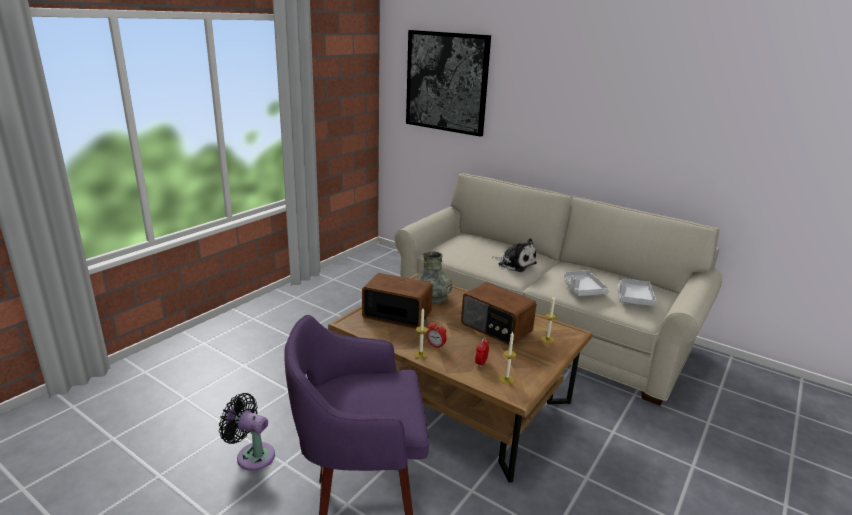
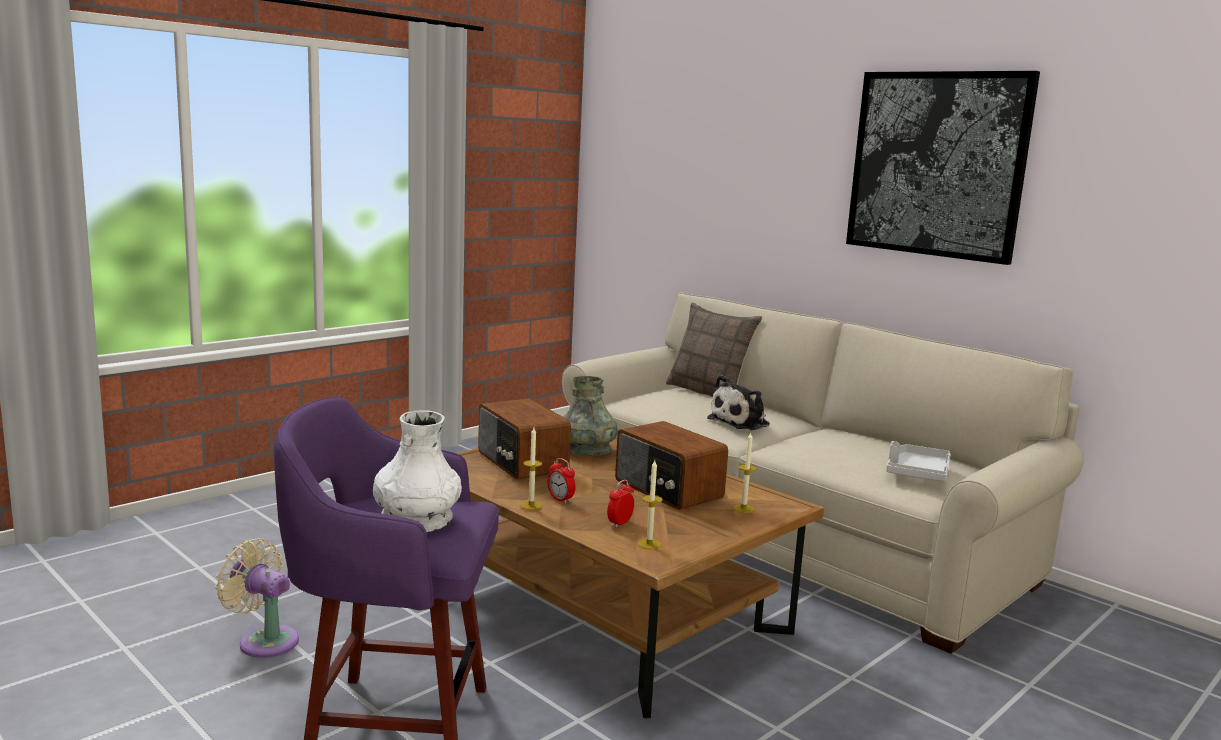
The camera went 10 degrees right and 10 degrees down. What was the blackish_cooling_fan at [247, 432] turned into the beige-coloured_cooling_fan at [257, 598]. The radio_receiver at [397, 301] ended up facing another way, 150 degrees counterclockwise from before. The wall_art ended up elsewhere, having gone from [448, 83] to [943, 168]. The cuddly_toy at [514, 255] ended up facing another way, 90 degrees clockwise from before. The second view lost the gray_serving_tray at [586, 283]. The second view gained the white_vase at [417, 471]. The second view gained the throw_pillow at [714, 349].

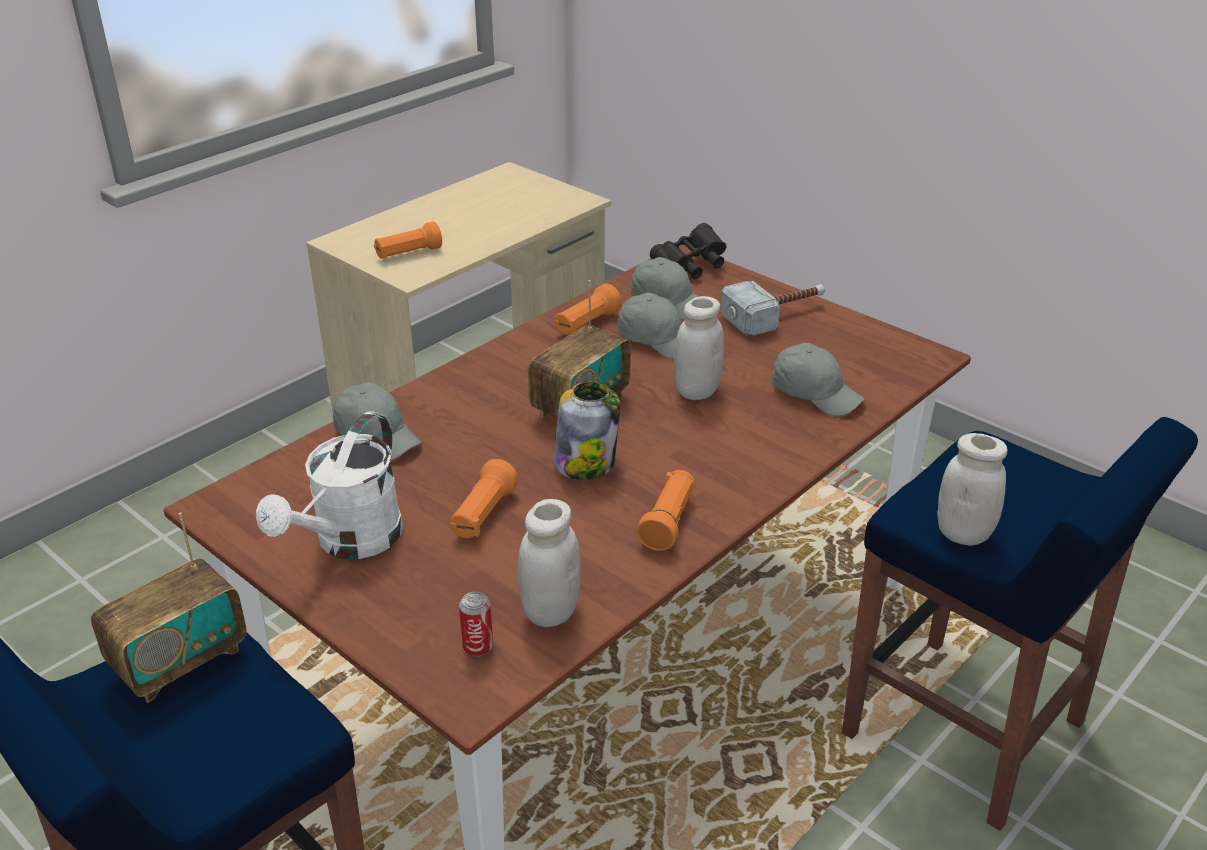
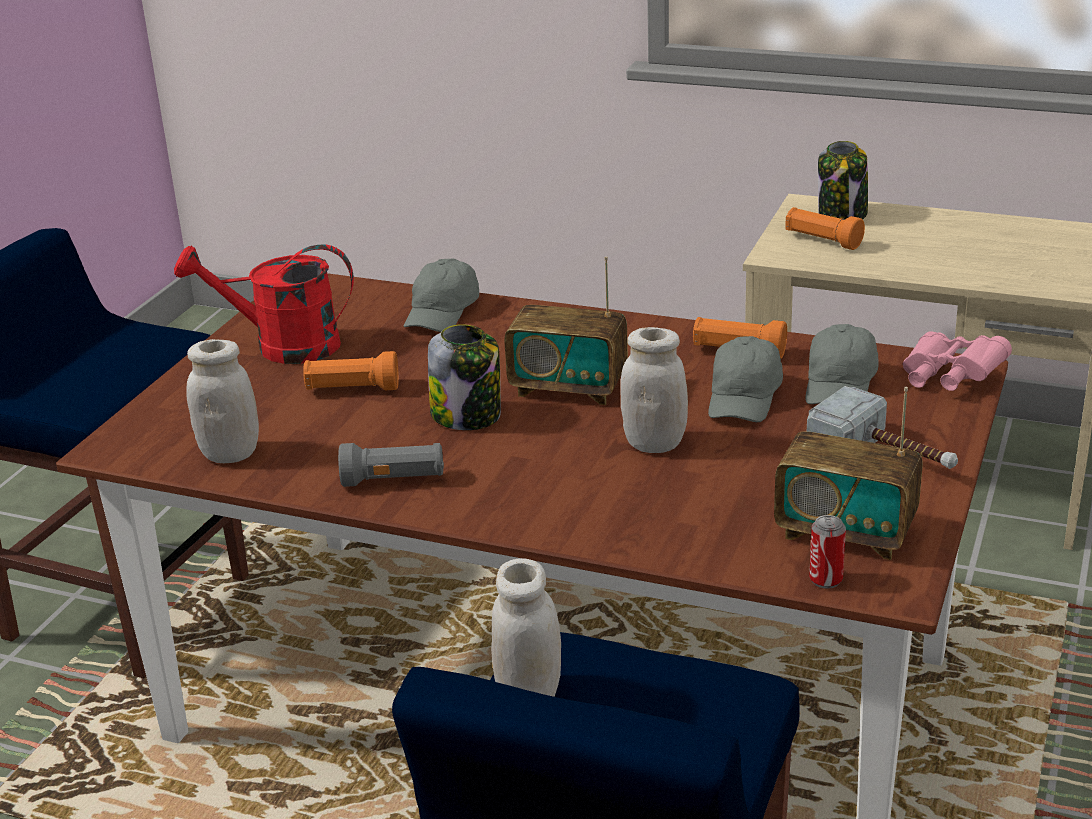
The camera went 70 degrees right and 5 degrees down. The radio_receiver ended up elsewhere, having gone from [169, 607] to [848, 473]. What was the white_watering_can at [329, 485] turned into the reddish_watering_can at [264, 304]. The metal_can ended up elsewhere, having gone from [476, 624] to [827, 552]. What was the orangey_hand_torch at [666, 510] turned into the gray_hand_torch at [391, 465]. What was the blackish_binoculars at [688, 251] turned into the pink-coloured_binoculars at [957, 361]. The second view lost the gray_cap at [818, 379]. The second view gained the preserve_jar at [843, 180].

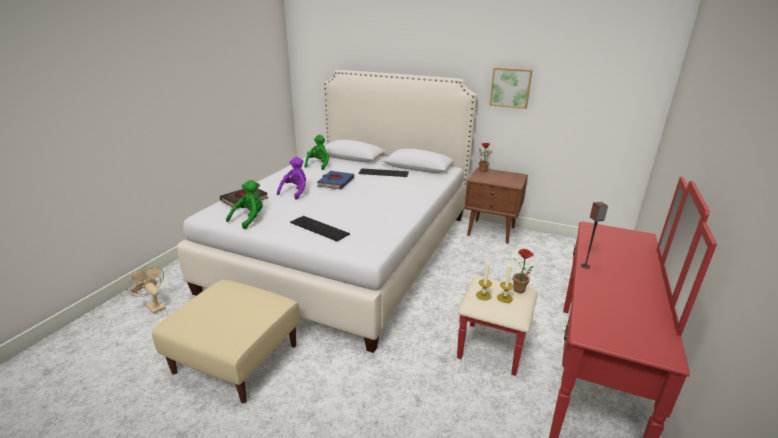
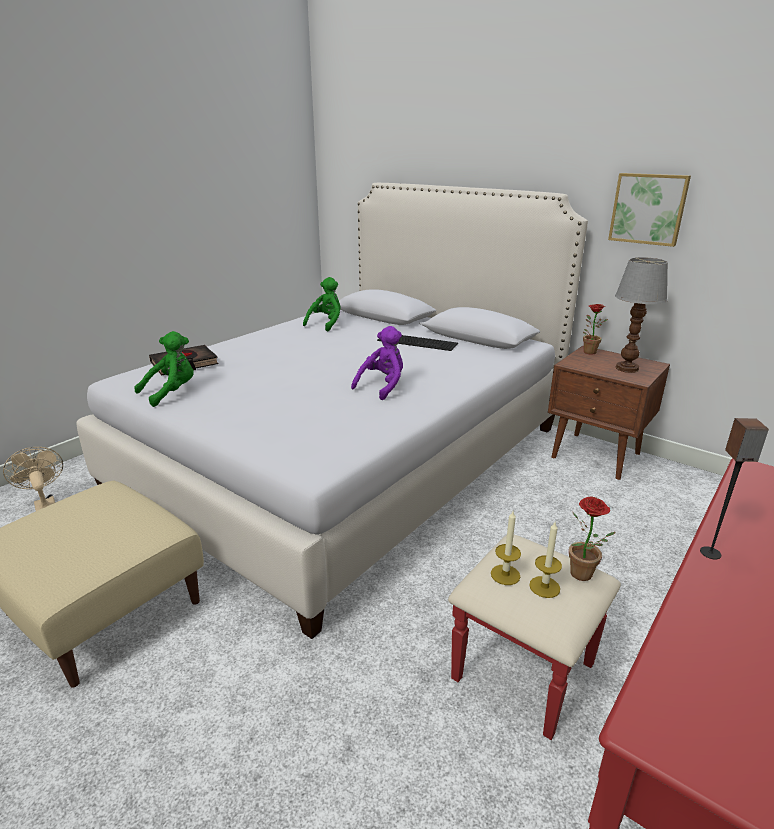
The camera went 15 degrees right and 0 degrees up. The purple_cuddly_toy ended up elsewhere, having gone from [291, 178] to [377, 363]. The second view lost the computer_keyboard at [320, 228]. The second view lost the blue_volume at [335, 180]. The second view gained the tabletop_lamp at [641, 315].

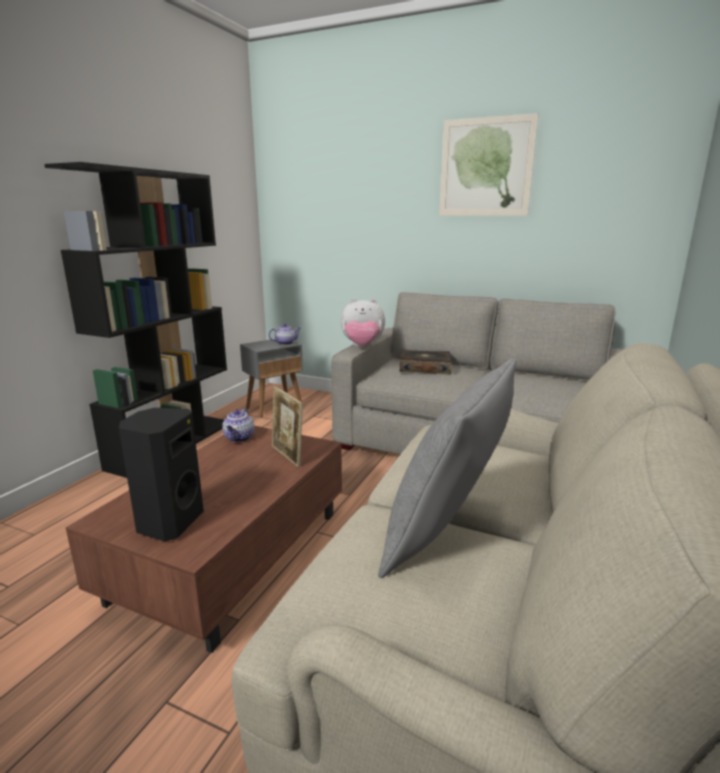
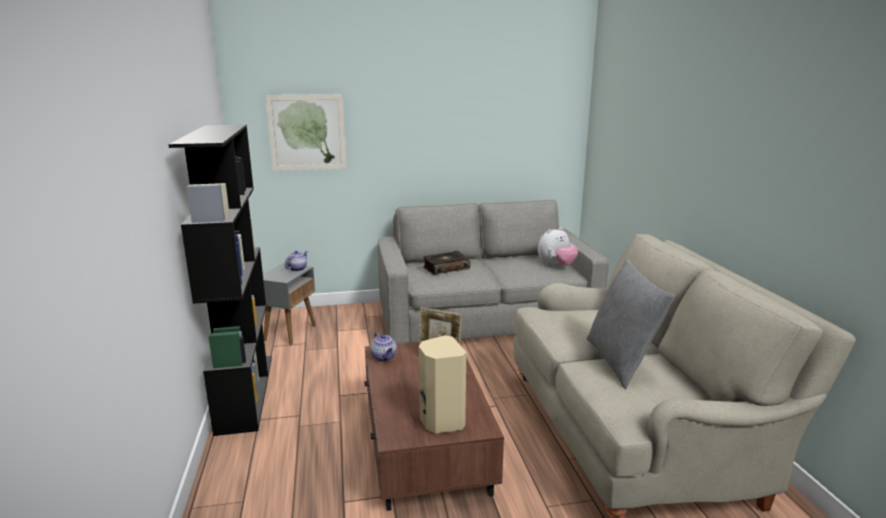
The camera went 35 degrees left and 0 degrees up. What was the blackish_audio_speaker at [161, 474] turned into the beige-coloured_audio_speaker at [442, 384]. The cuddly_toy ended up elsewhere, having gone from [363, 322] to [558, 246]. The wall_art ended up elsewhere, having gone from [489, 164] to [306, 132].

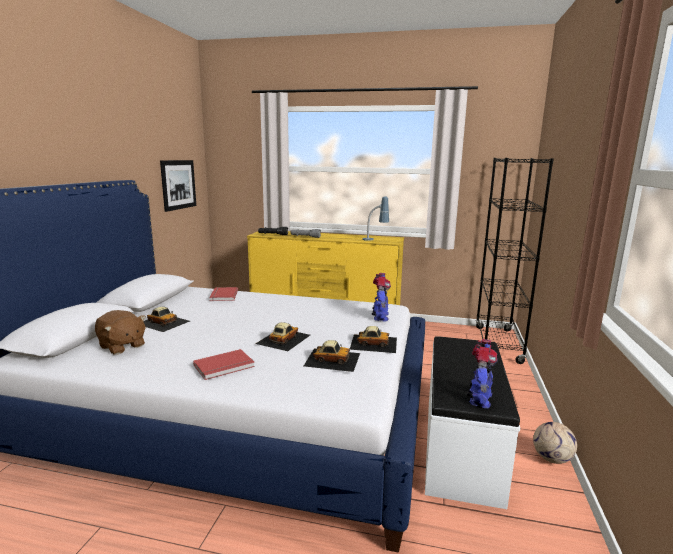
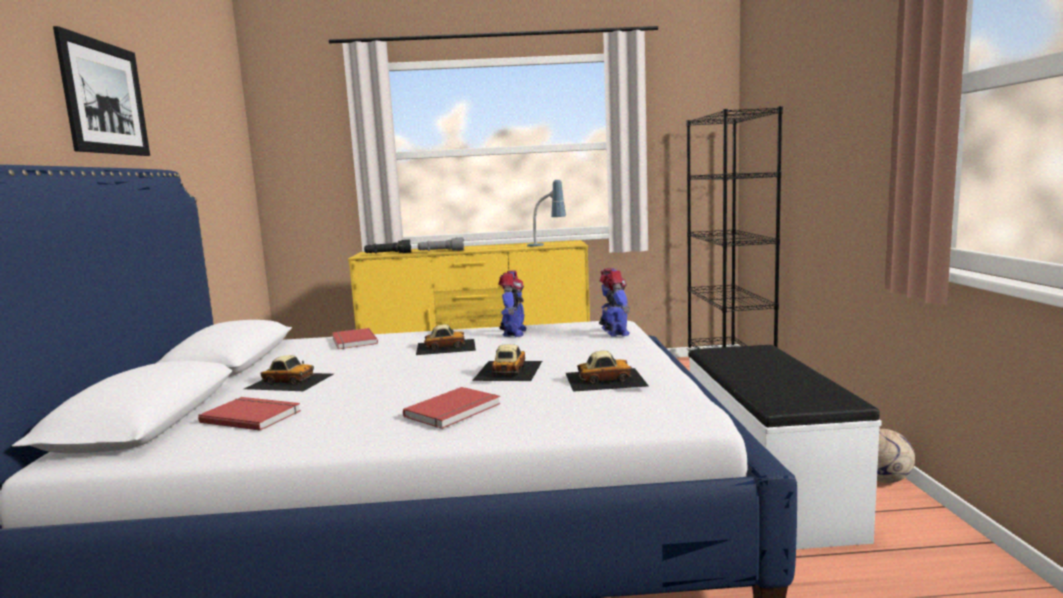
The camera went 15 degrees left and 5 degrees down. Where the brown-coloured_cuddly_toy stood at [120, 332], the reddish_volume came to stand at [249, 414]. The wall_art ended up elsewhere, having gone from [178, 186] to [101, 91]. The miniature_car ended up elsewhere, having gone from [373, 339] to [446, 339]. The robot_figure ended up elsewhere, having gone from [482, 373] to [512, 303].

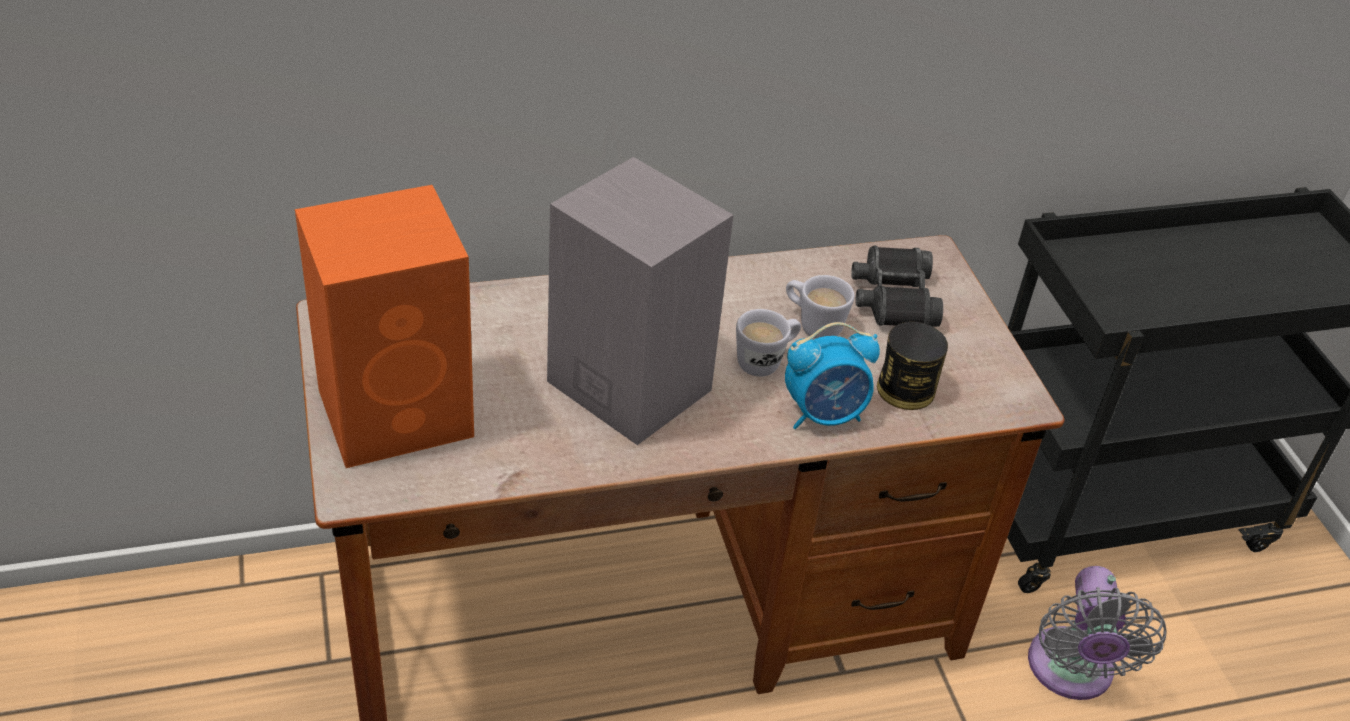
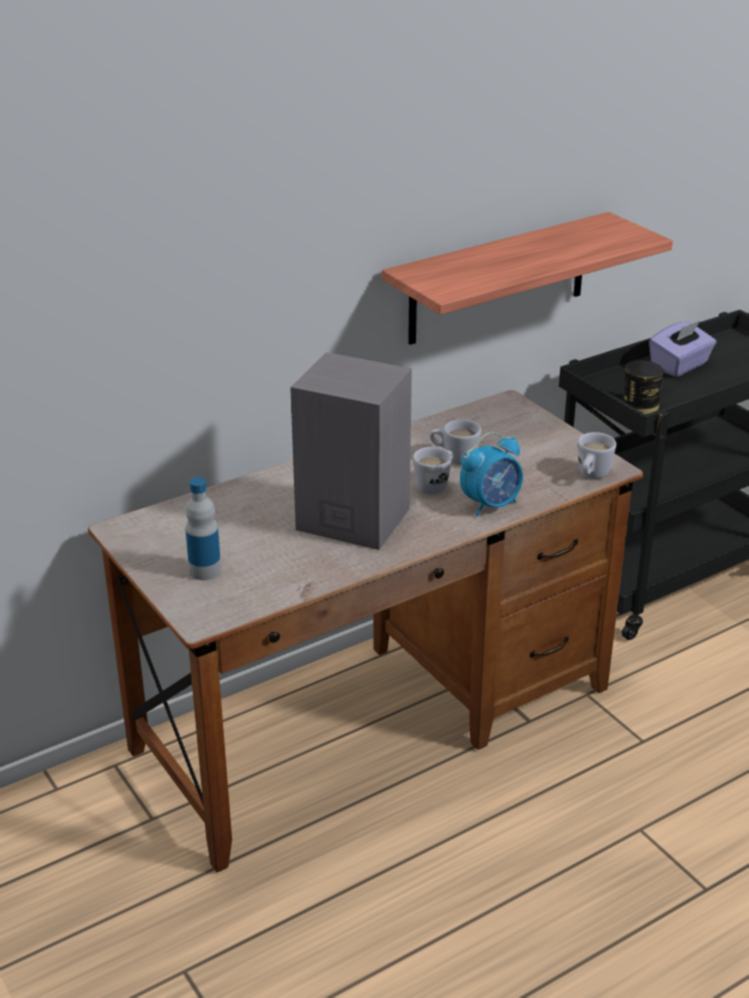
The camera went 15 degrees left and 10 degrees down. Where the orangey_audio_speaker stood at [384, 326], the drink_bottle came to stand at [203, 528]. The second view lost the blackish_binoculars at [897, 286]. The metal_can ended up elsewhere, having gone from [912, 366] to [643, 387]. The second view lost the gray_cooling_fan at [1097, 633]. The second view gained the bracket_shelf at [527, 278]. The second view gained the white_mug at [597, 455]. The second view gained the purple_tissue_holder at [682, 349].

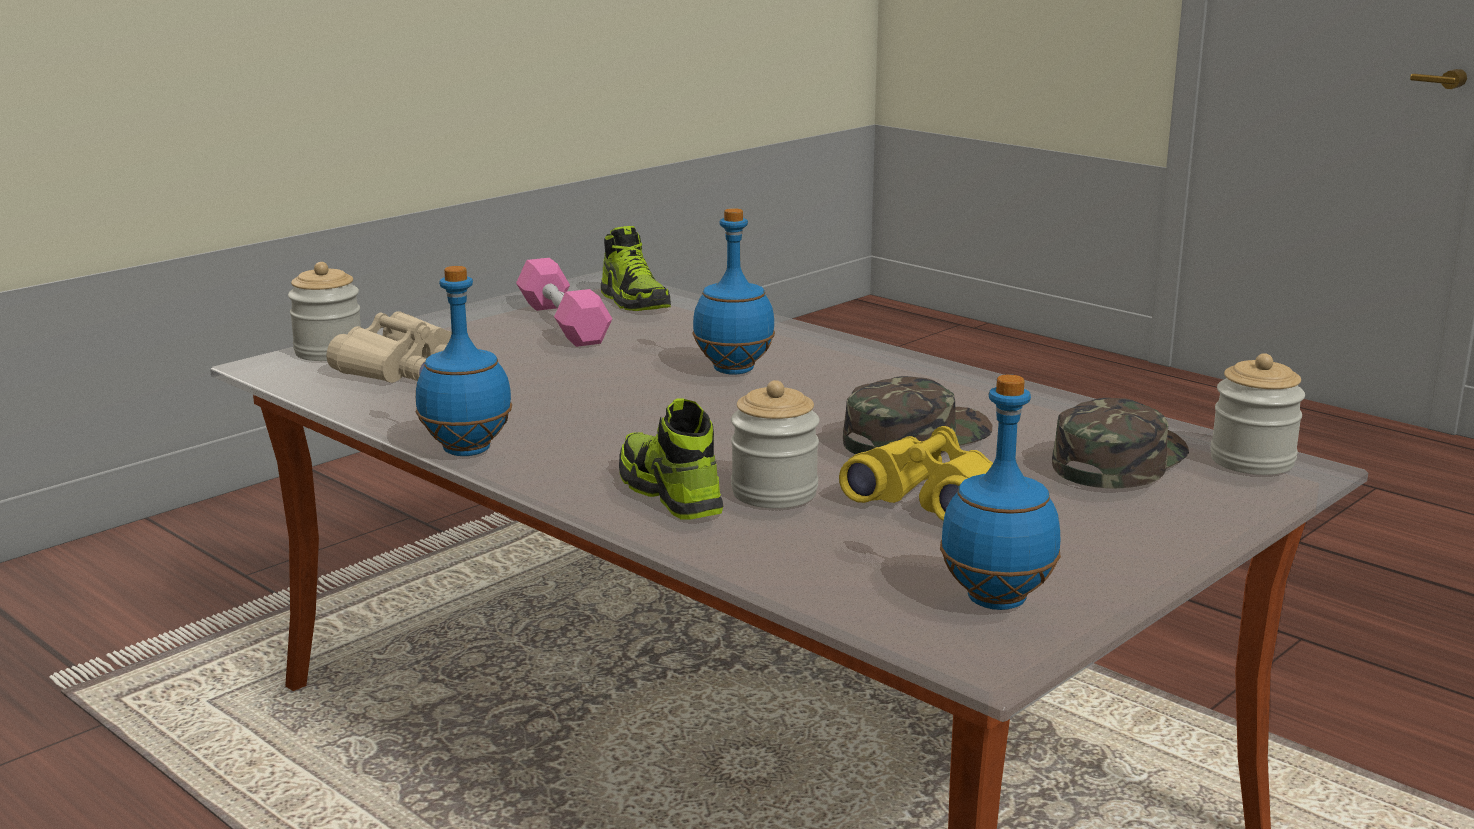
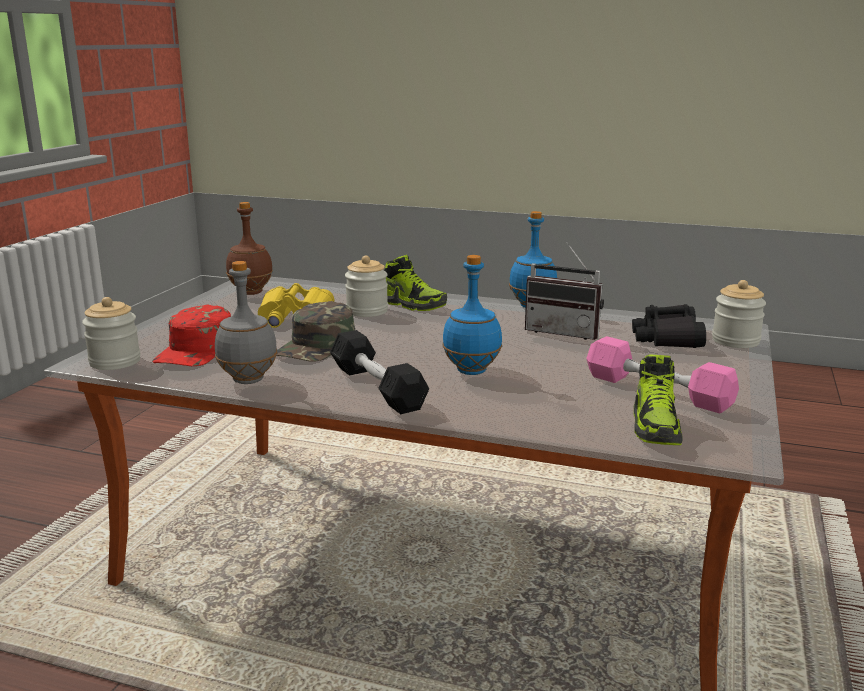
The camera went 155 degrees right and 0 degrees up. What was the beige-coloured_binoculars at [389, 347] turned into the blackish_binoculars at [669, 326]. The shoe at [636, 268] ended up facing another way, 120 degrees counterclockwise from before. What was the blue_drink_bottle at [1000, 492] turned into the brown-coloured_drink_bottle at [249, 248]. What was the greenish_cap at [1120, 443] turned into the reddish_cap at [191, 335]. The second view gained the gray_drink_bottle at [246, 322]. The second view gained the blackish_free_weight at [379, 372]. The second view gained the radio_receiver at [564, 291].

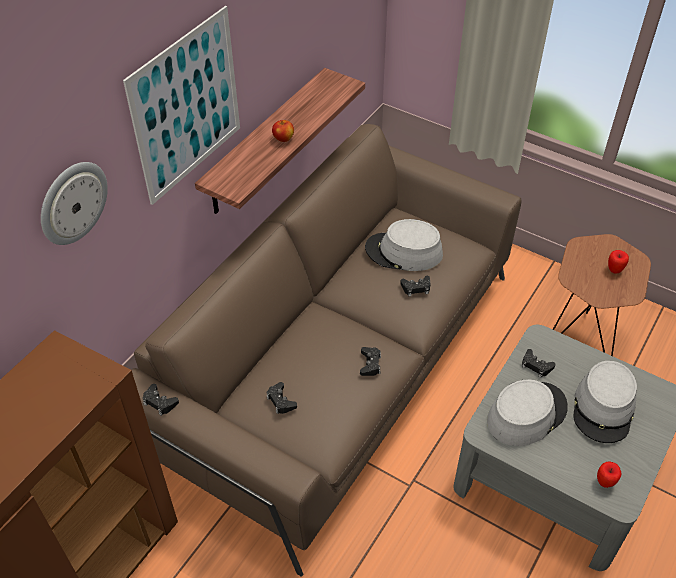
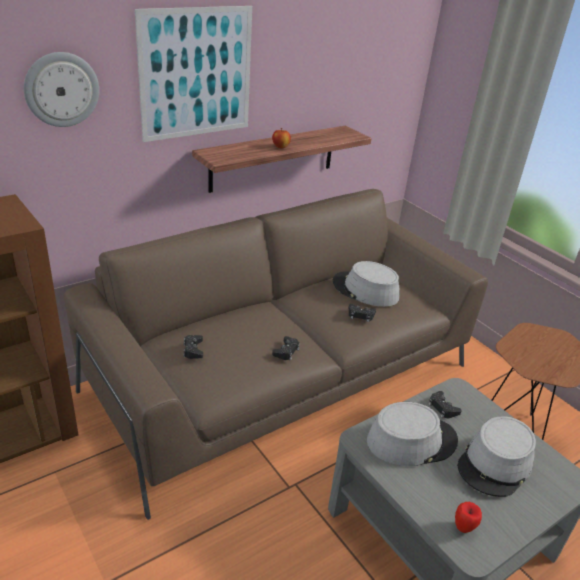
The camera went 20 degrees right and 15 degrees down. The second view lost the blackish_gamepad at [161, 400]. The second view lost the apple_fruit at [618, 262].

